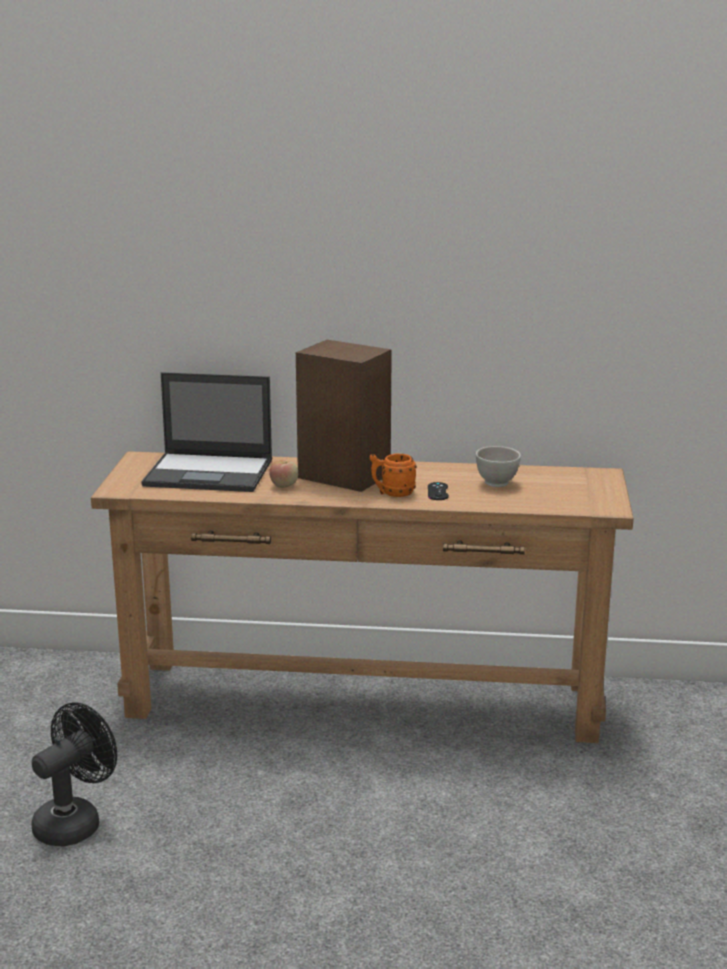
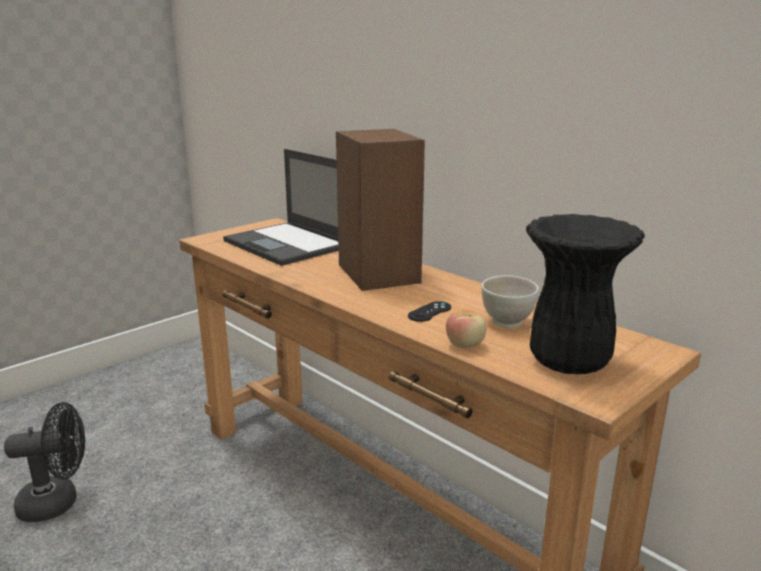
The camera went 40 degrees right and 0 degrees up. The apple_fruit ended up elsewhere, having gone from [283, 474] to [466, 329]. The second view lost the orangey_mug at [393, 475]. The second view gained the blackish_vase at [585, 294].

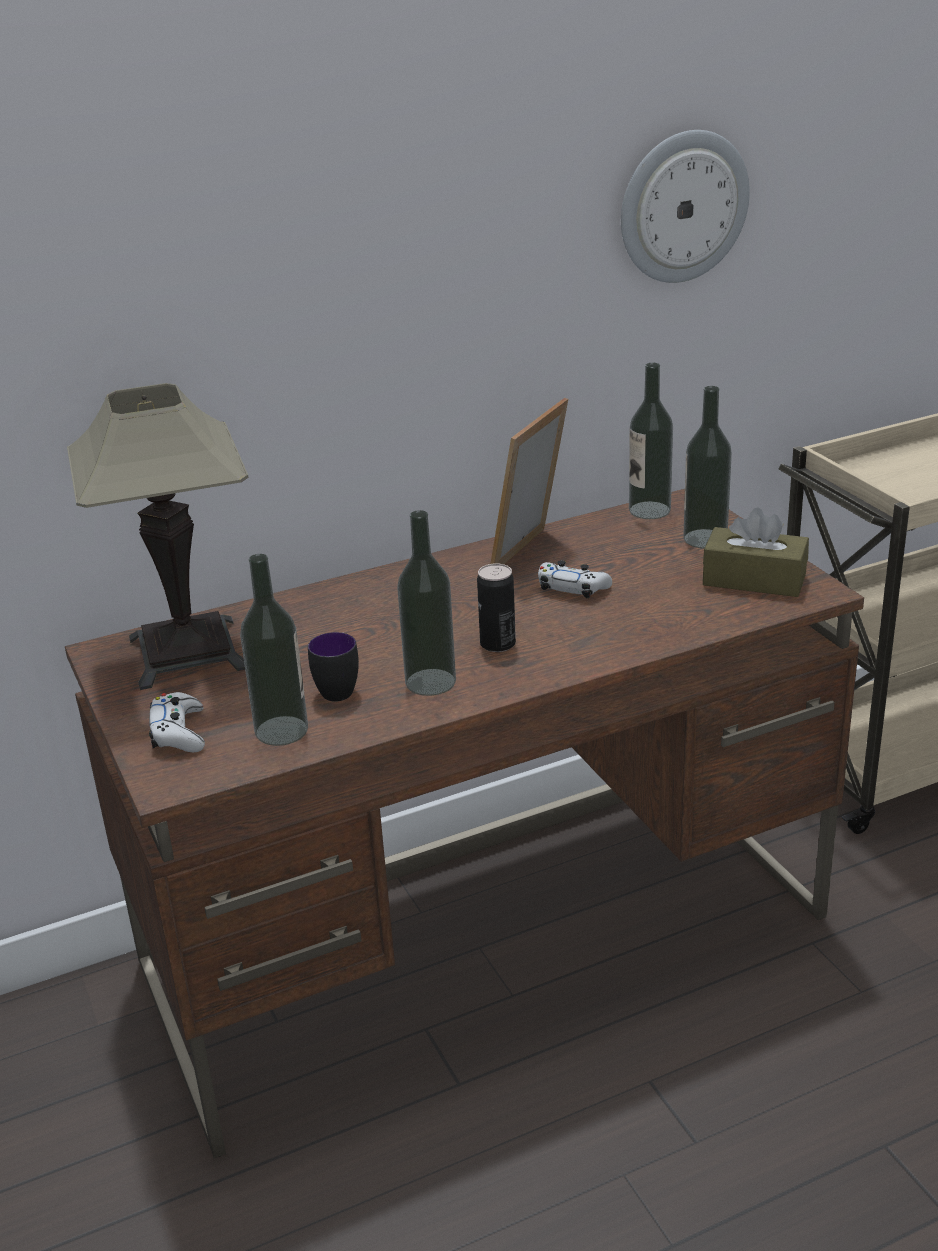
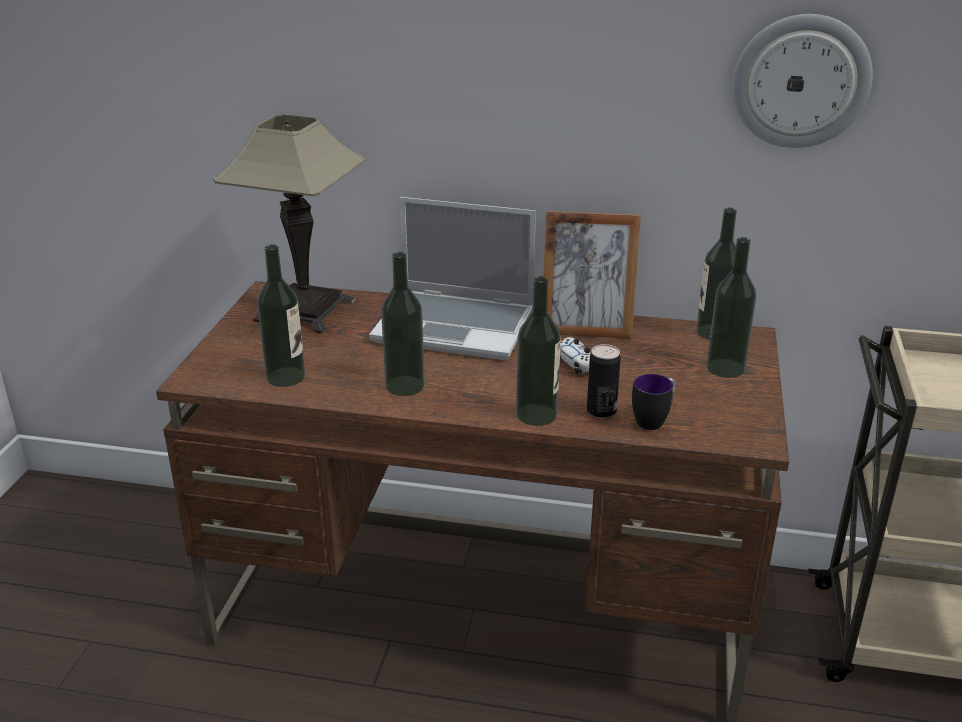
The camera went 35 degrees right and 0 degrees up. The second view lost the white_gamepad at [177, 722]. The mug ended up elsewhere, having gone from [333, 667] to [653, 402]. The metal_can ended up elsewhere, having gone from [496, 607] to [604, 381]. The photo_frame at [529, 481] ended up facing another way, 150 degrees counterclockwise from before. The second view lost the brown-coloured_tissue_holder at [756, 552]. The second view gained the laptop at [452, 278]. The second view gained the drink_bottle at [538, 351].

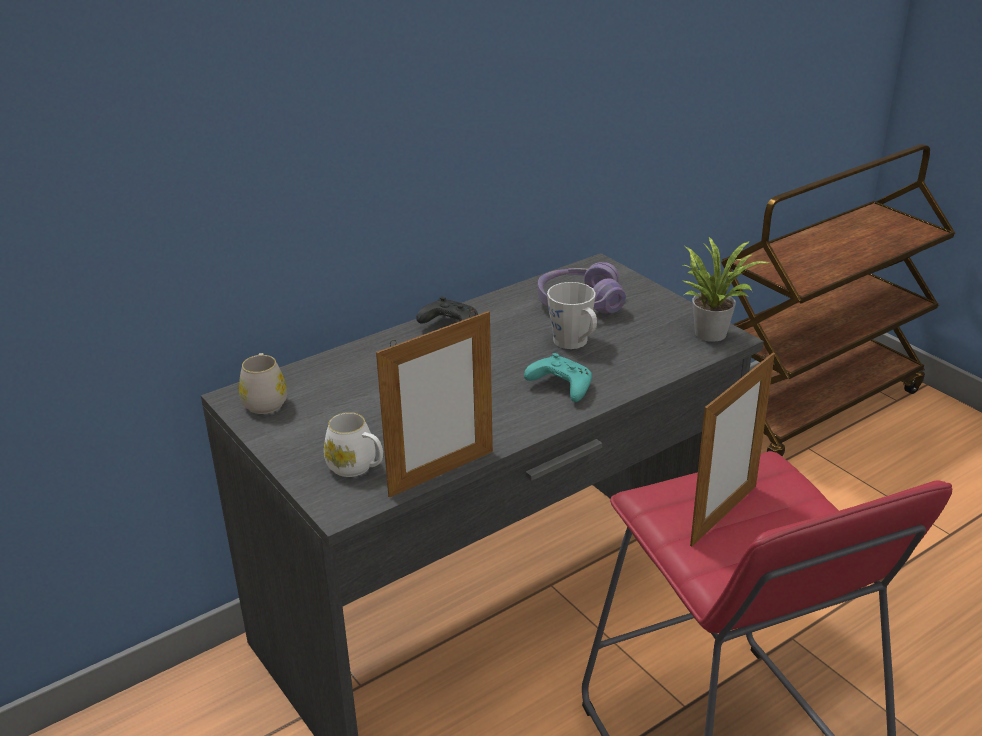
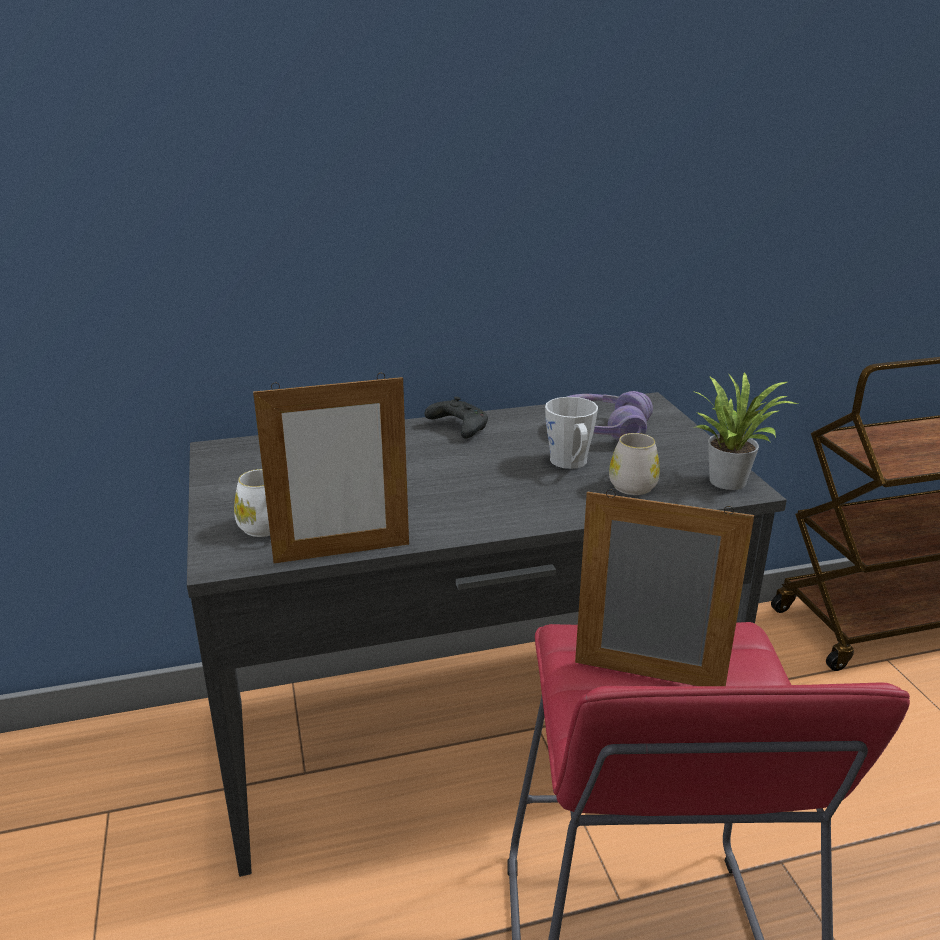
The camera went 20 degrees right and 5 degrees down. The white_mug ended up elsewhere, having gone from [263, 383] to [634, 464]. The second view lost the blue-green_gamepad at [558, 377]. The photo_frame at [732, 449] ended up facing another way, 135 degrees counterclockwise from before.

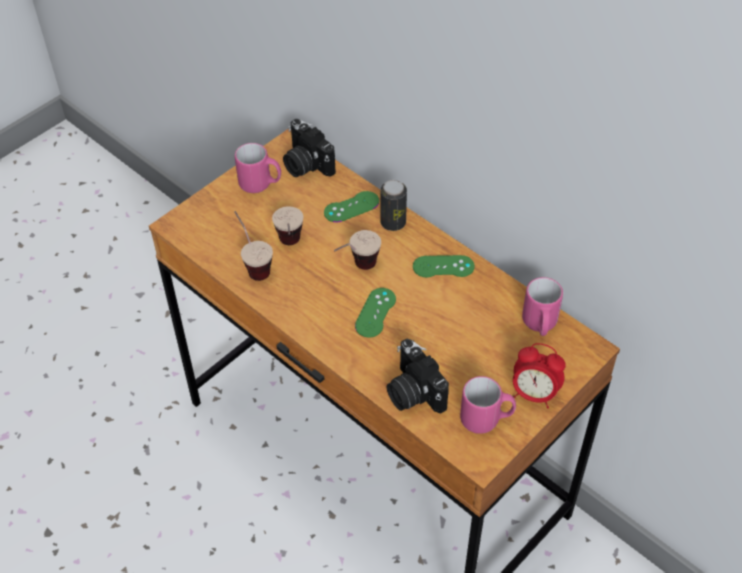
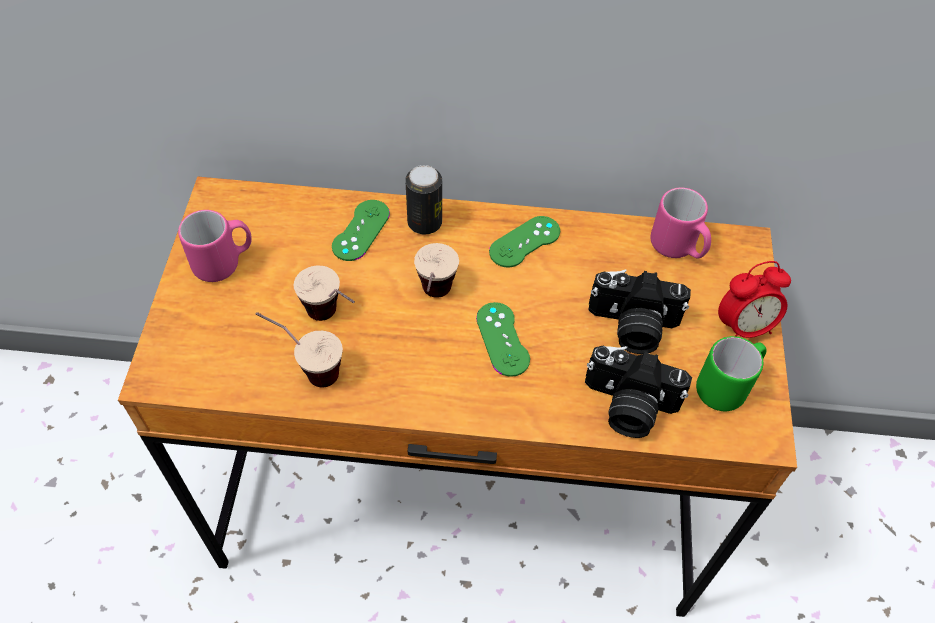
The camera went 40 degrees left and 5 degrees up. The photo_camera ended up elsewhere, having gone from [309, 148] to [639, 311]. What was the pink-coloured_mug at [488, 405] turned into the greenish_mug at [731, 373].

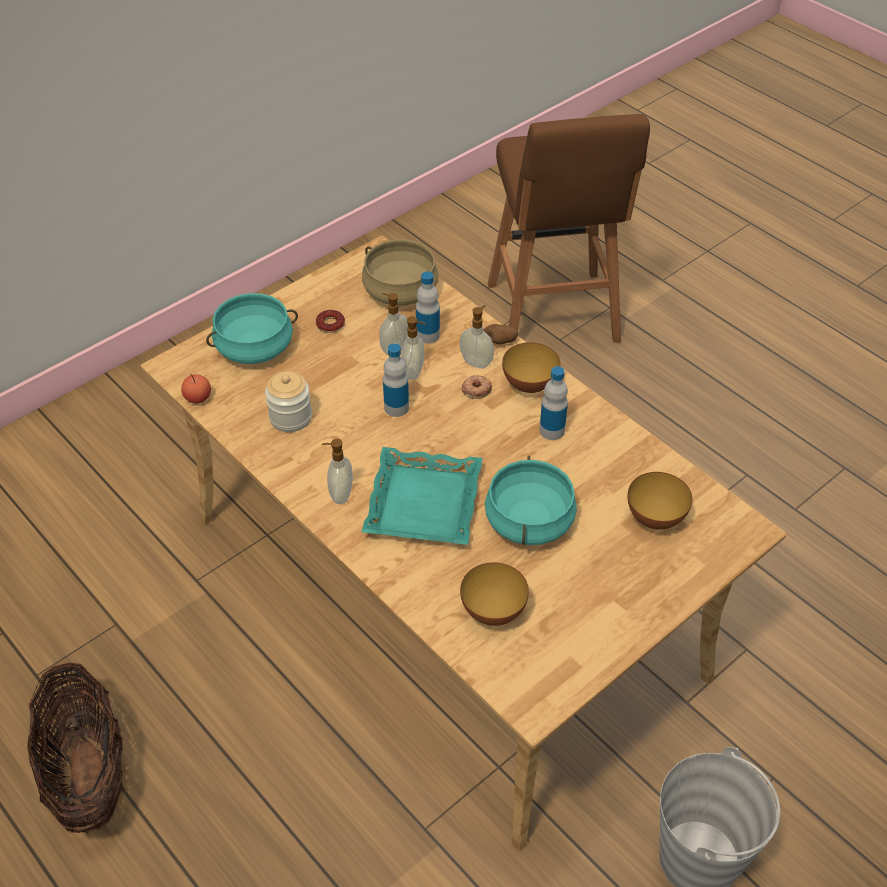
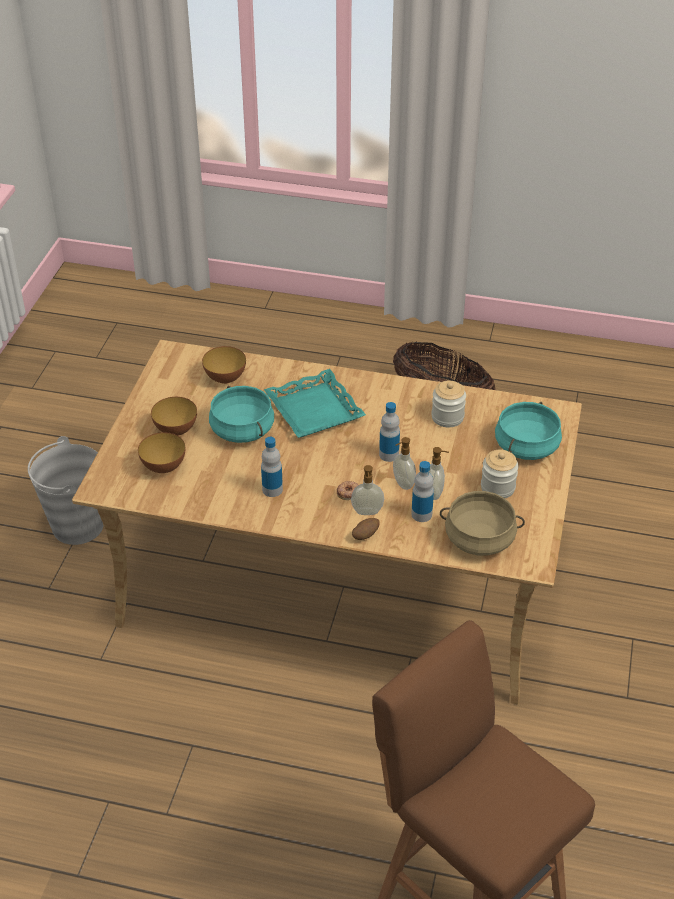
The camera went 145 degrees right and 5 degrees down. The second view lost the apple_fruit at [196, 389]. Where the ring_doughnut stood at [330, 321], the preserve_jar came to stand at [500, 474]. The second view lost the soap_bottle at [337, 471]. The deep_dish ended up elsewhere, having gone from [531, 367] to [174, 416].

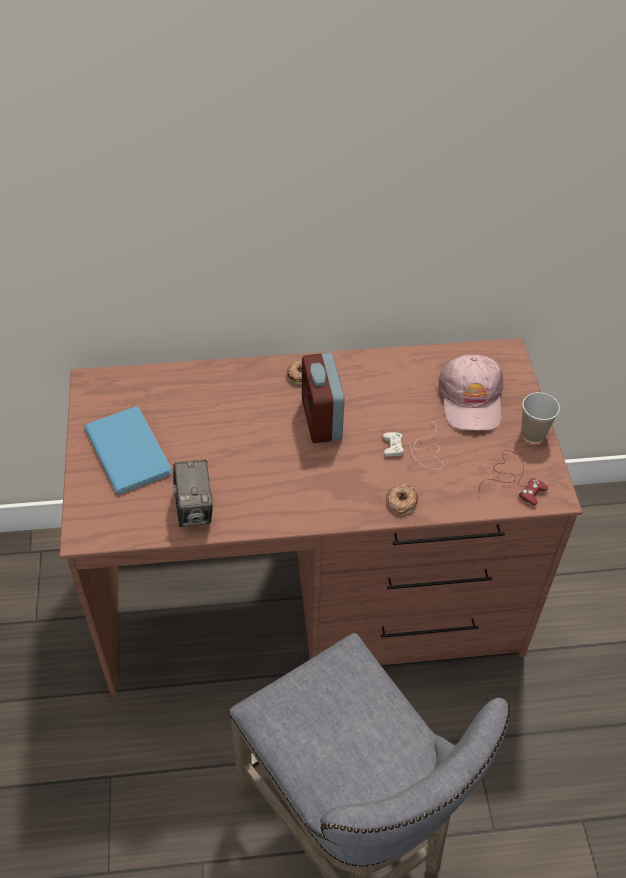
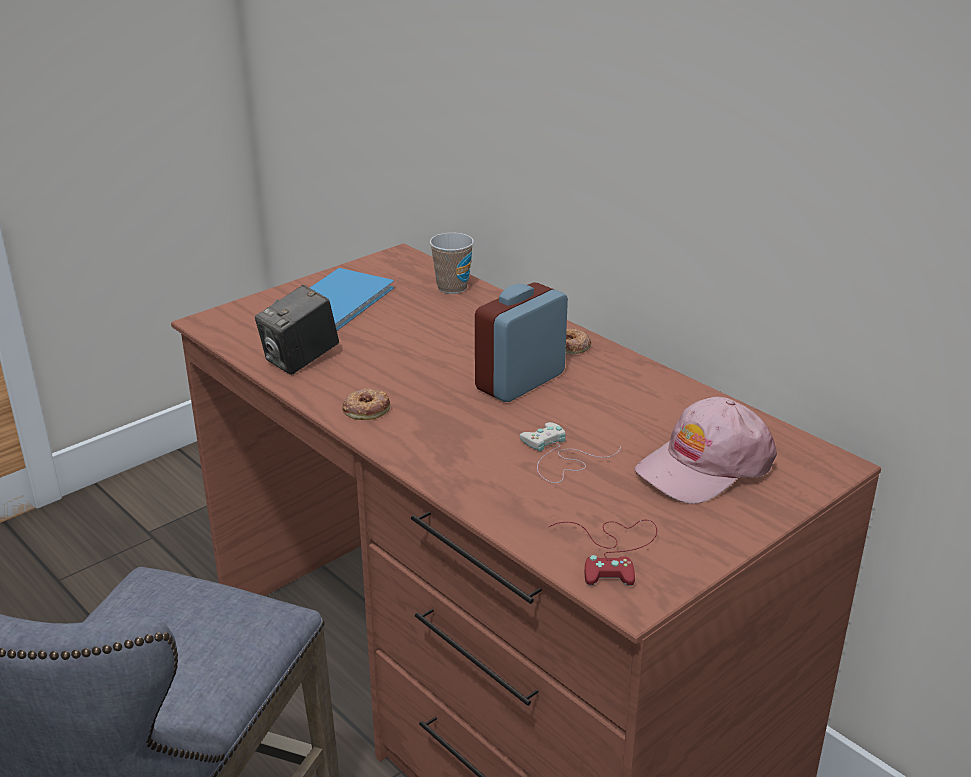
The camera went 55 degrees right and 20 degrees down. The ring_doughnut ended up elsewhere, having gone from [402, 499] to [366, 404]. The cup ended up elsewhere, having gone from [540, 417] to [452, 263].

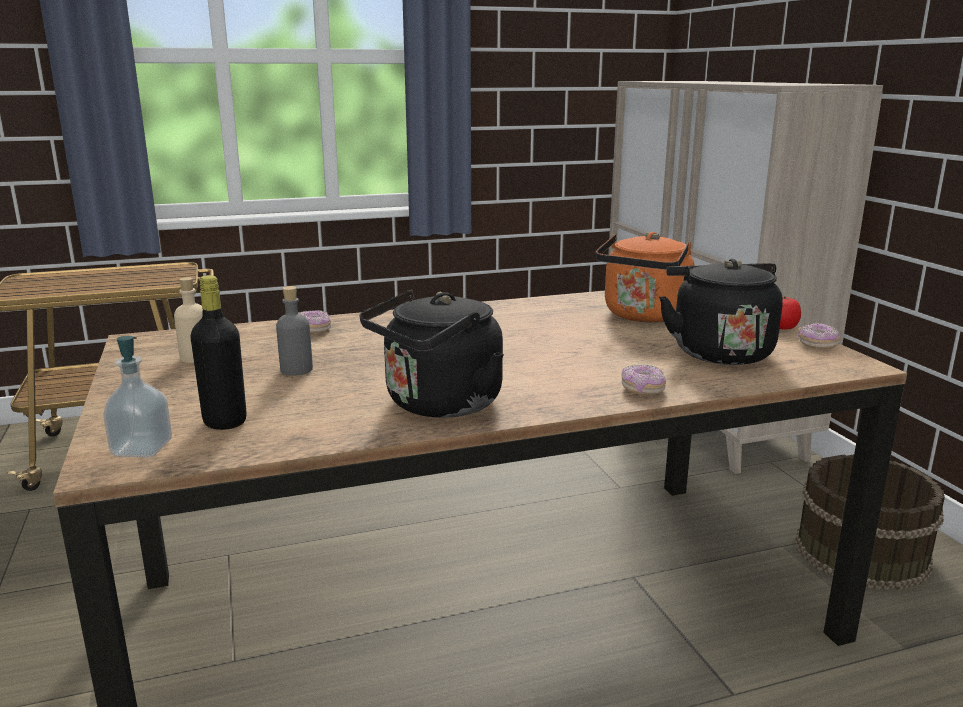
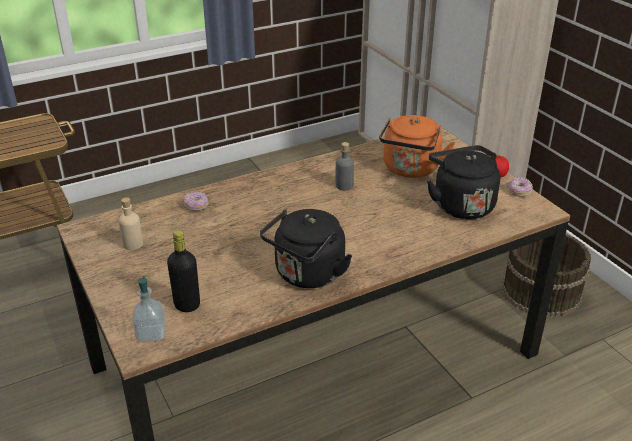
The camera went 10 degrees left and 15 degrees up. The gray_drink_bottle ended up elsewhere, having gone from [294, 331] to [344, 166]. The second view lost the ring_doughnut at [643, 380].

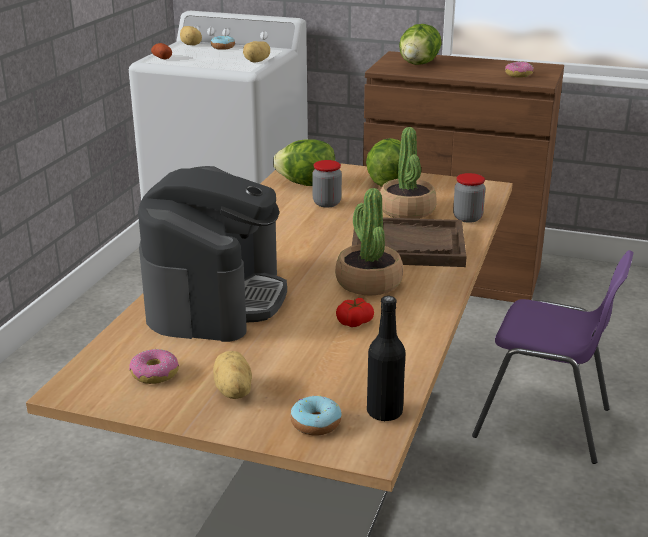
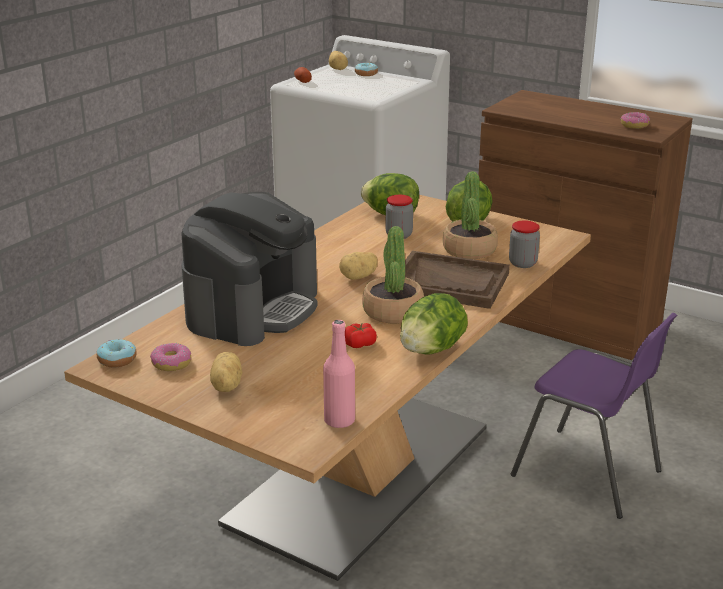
The camera went 15 degrees right and 0 degrees up. The whole_potato ended up elsewhere, having gone from [256, 52] to [358, 266]. The ring_doughnut ended up elsewhere, having gone from [316, 415] to [117, 353]. What was the blackish_drink_bottle at [386, 358] turned into the pink-coloured_drink_bottle at [339, 374]. The lettuce_head ended up elsewhere, having gone from [420, 44] to [434, 324].

